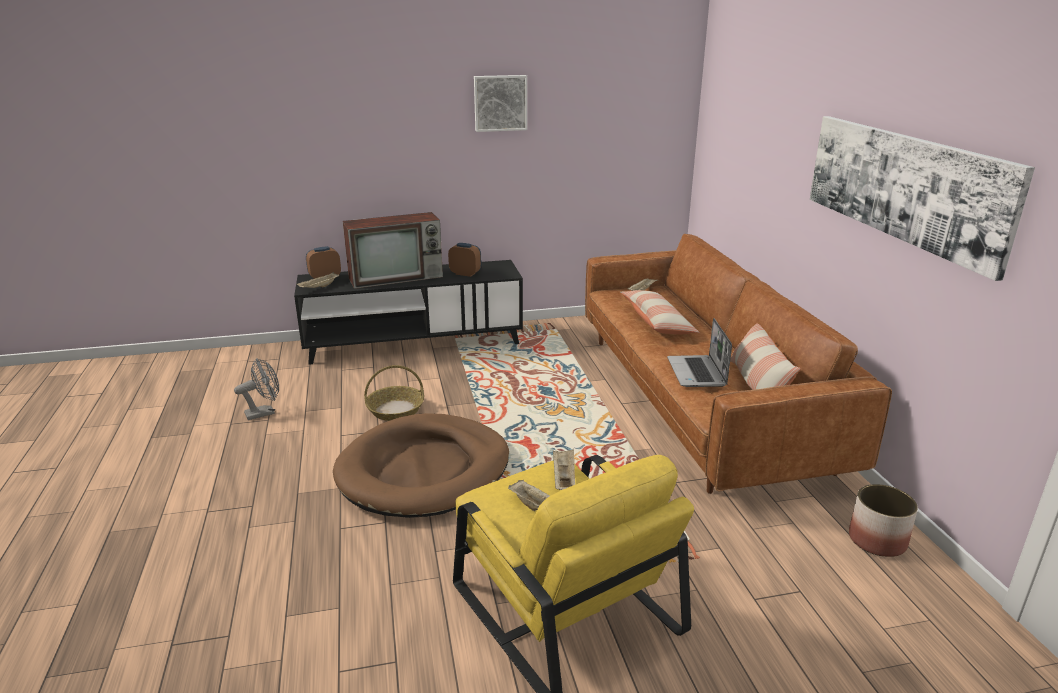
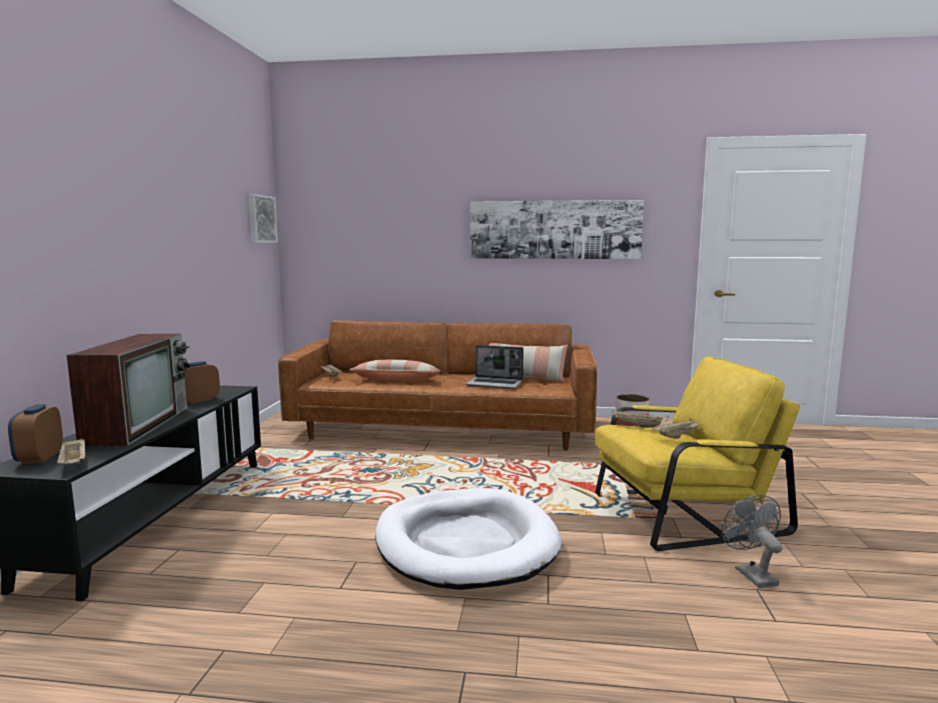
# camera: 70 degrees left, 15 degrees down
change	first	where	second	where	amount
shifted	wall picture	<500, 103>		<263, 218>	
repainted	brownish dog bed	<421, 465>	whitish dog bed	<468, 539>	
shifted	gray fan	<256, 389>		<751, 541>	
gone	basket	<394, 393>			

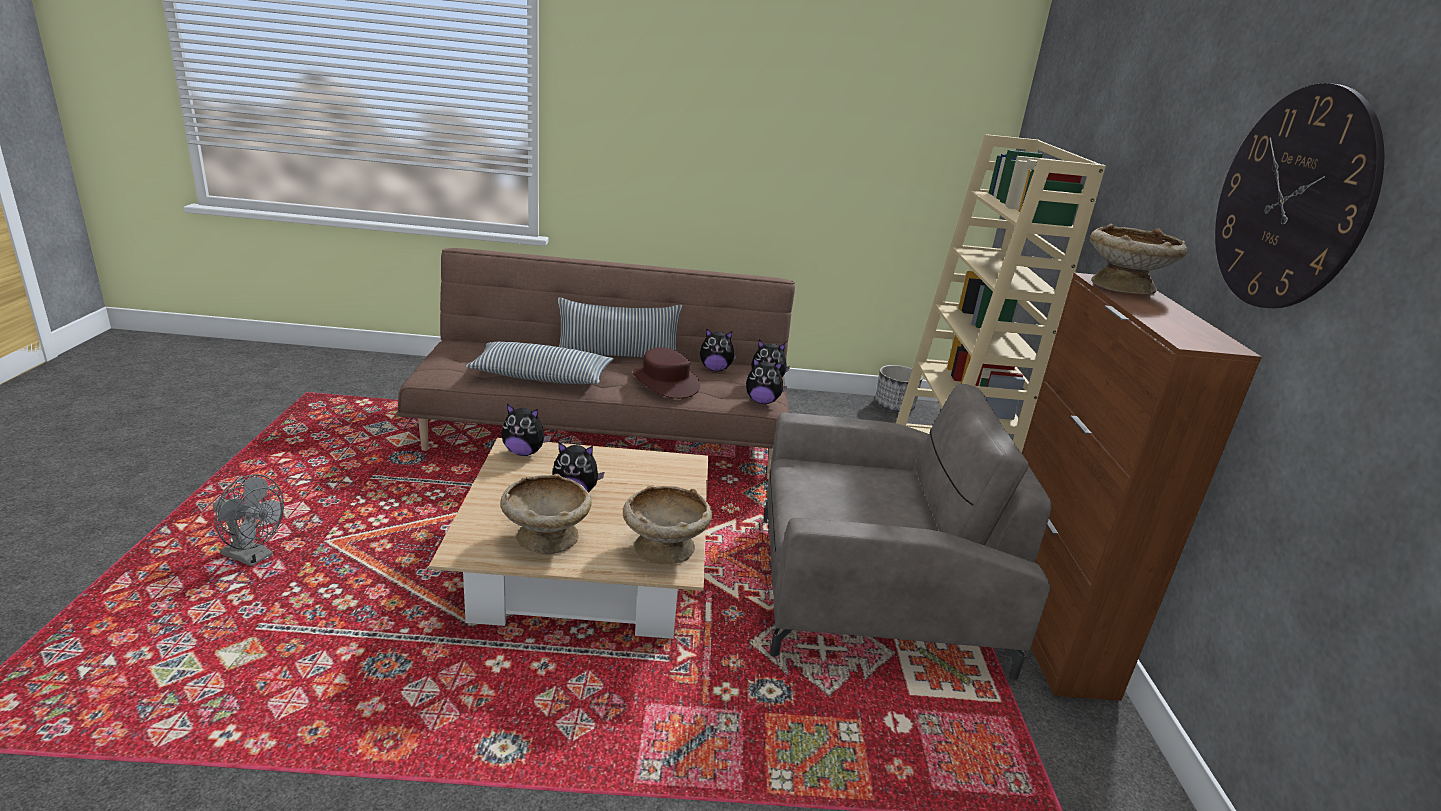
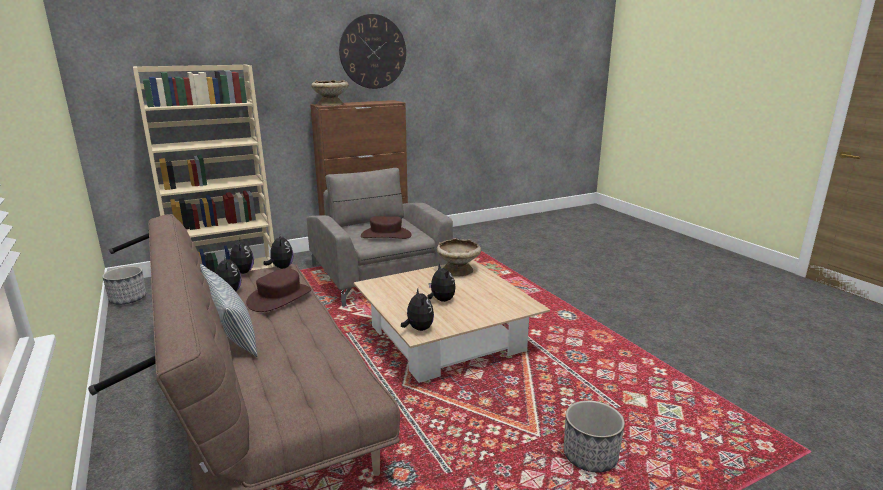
# camera: 115 degrees left, 5 degrees down
change	first	where	second	where	amount
new			brownish clothing hat	<386, 227>	
swapped	gray fan	<248, 520>	planter	<594, 436>	
gone	cushion	<539, 363>			
gone	beige serving bowl	<546, 514>			

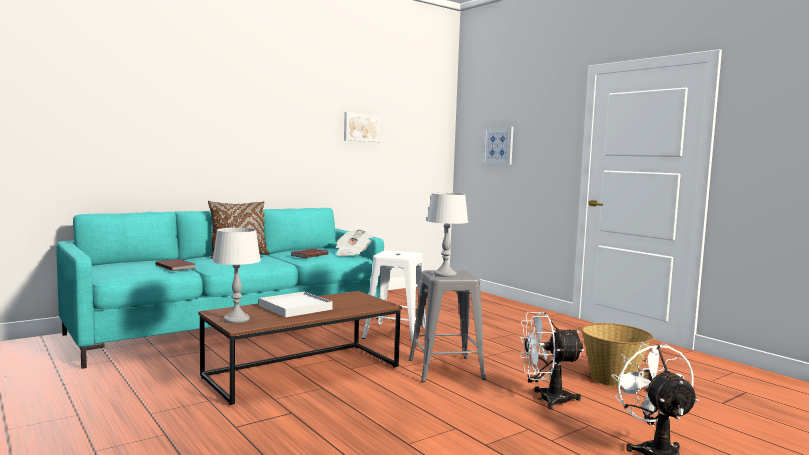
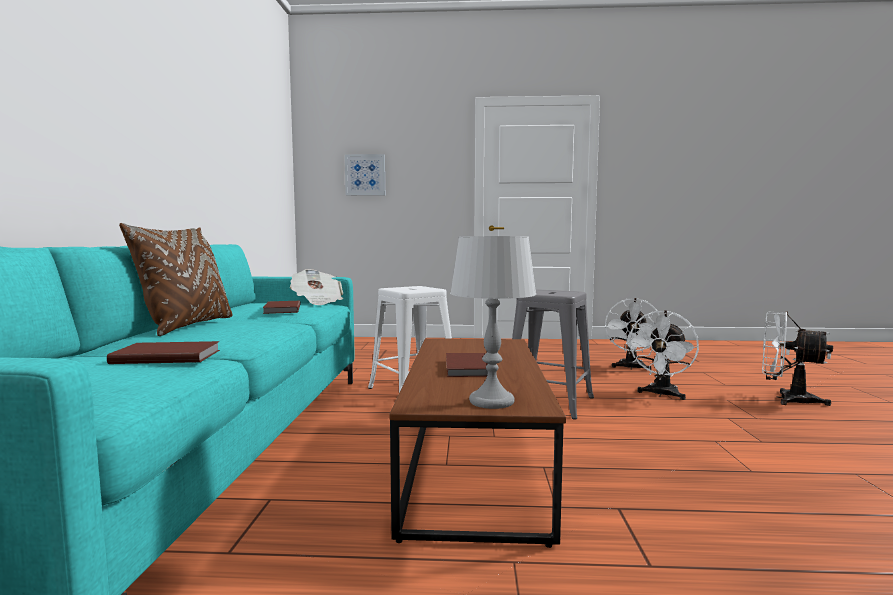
# camera: 50 degrees left, 0 degrees up
change	first	where	second	where	amount
swapped	whitish carrying tray	<296, 304>	brownish volume	<467, 365>	
swapped	basket	<617, 355>	whitish fan	<632, 334>	
gone	wall picture	<362, 127>			
gone	gray tabletop lamp	<447, 235>			

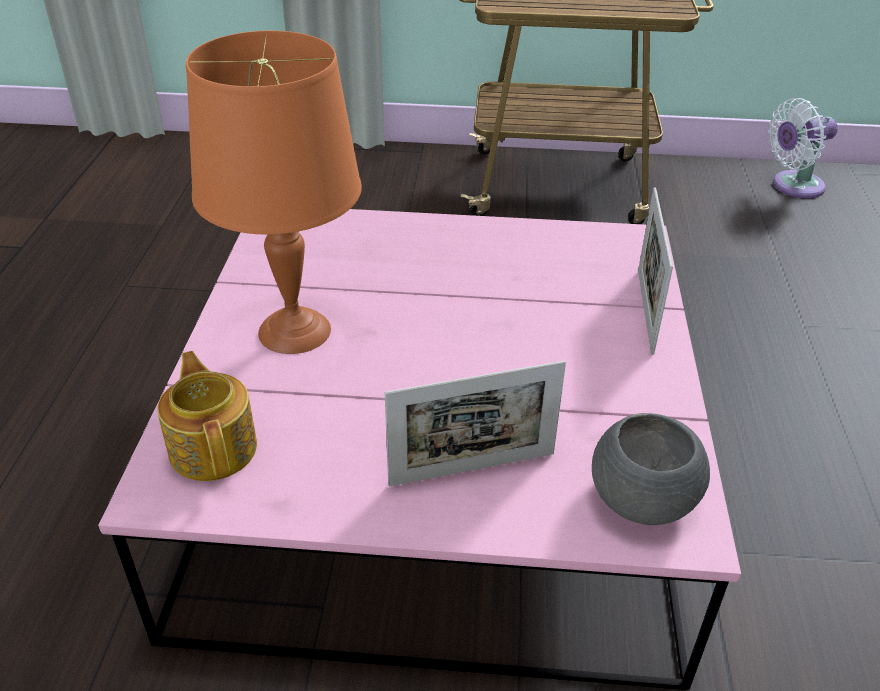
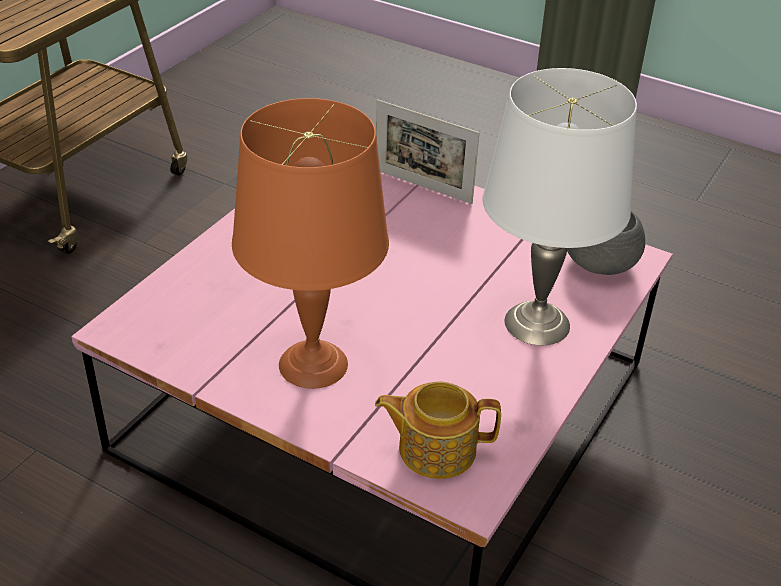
# camera: 65 degrees left, 0 degrees up
change	first	where	second	where	amount
swapped	picture frame	<475, 423>	whitish tabletop lamp	<559, 206>	
gone	whitish fan	<803, 148>			

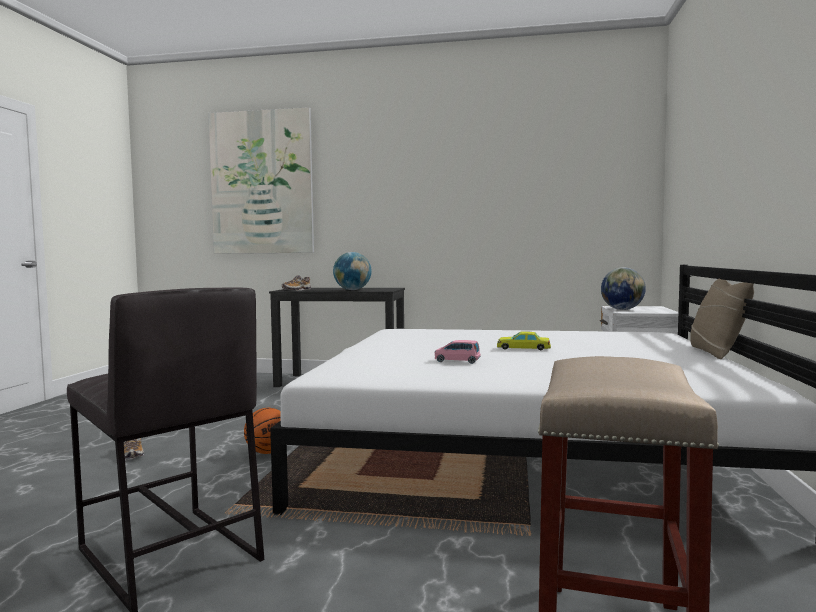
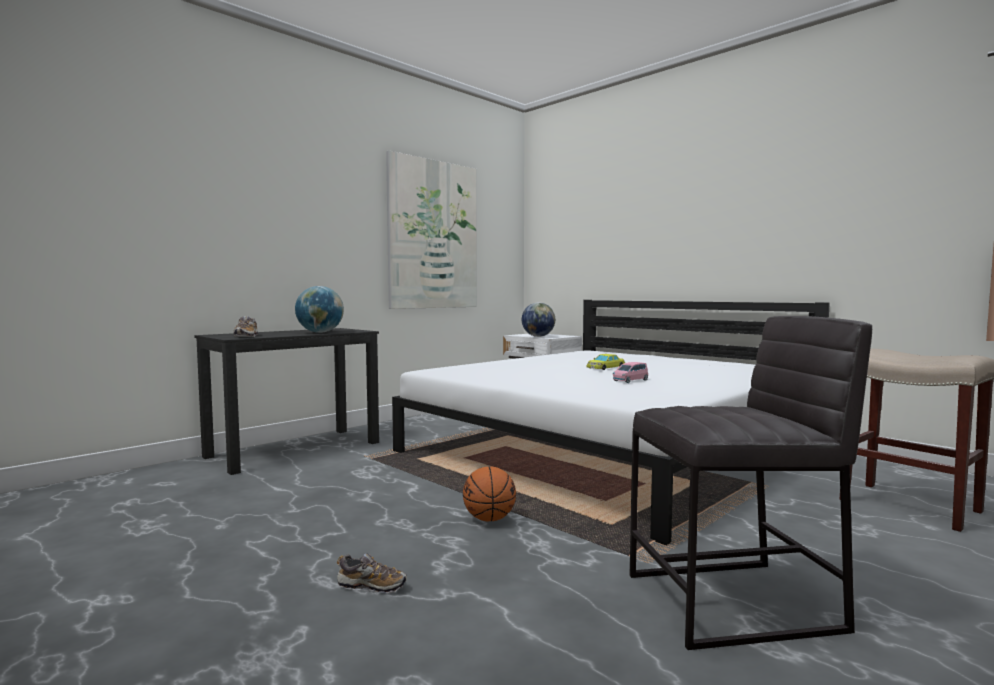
# camera: 55 degrees left, 0 degrees up
change	first	where	second	where	amount
shifted	wall picture	<261, 180>		<431, 230>	
gone	beige cushion	<722, 319>			

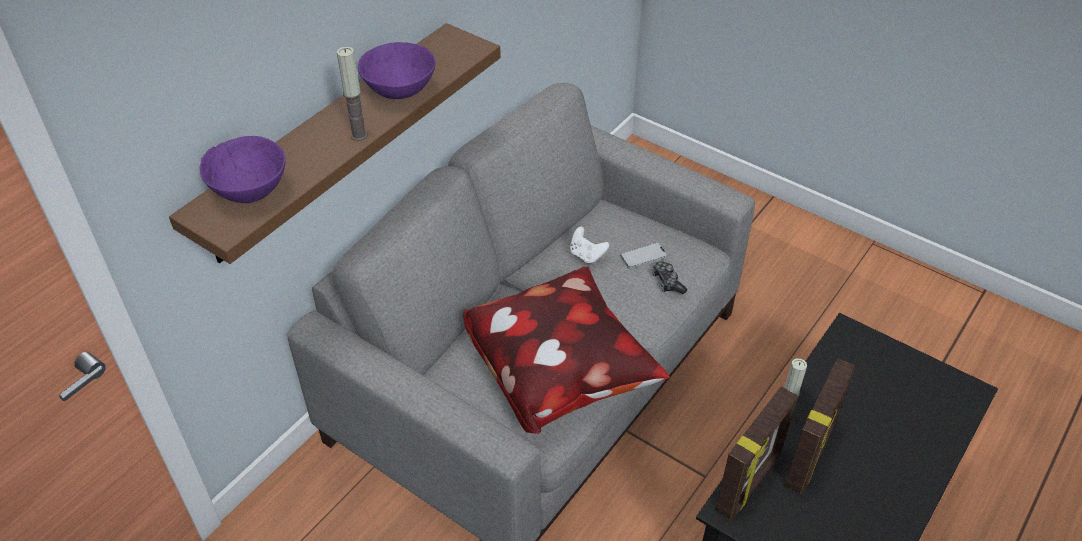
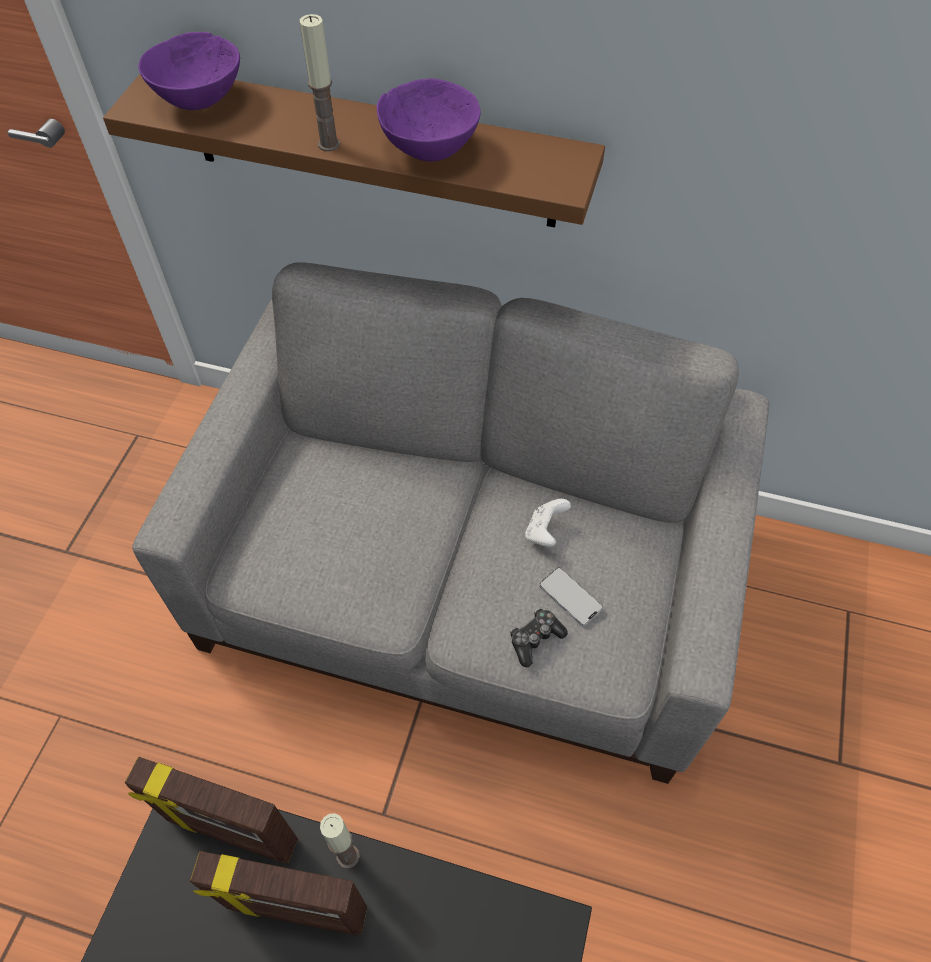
# camera: 70 degrees right, 10 degrees up
change	first	where	second	where	amount
gone	cushion	<566, 350>			

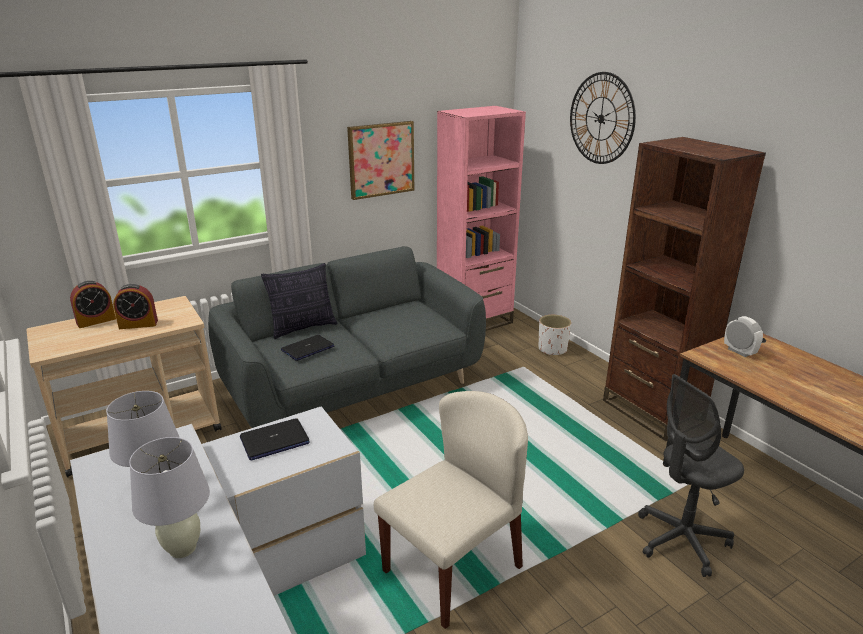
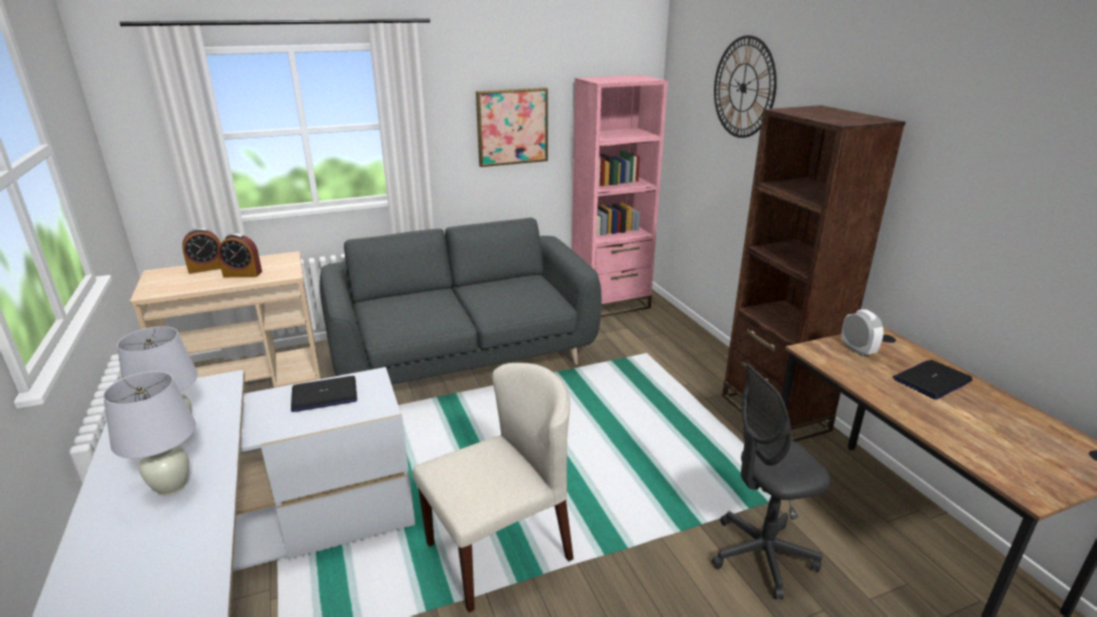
# camera: 10 degrees right, 0 degrees up
change	first	where	second	where	amount
shifted	notebook computer	<307, 348>		<932, 379>	
gone	cushion	<299, 301>			
gone	whitish planter	<554, 335>			

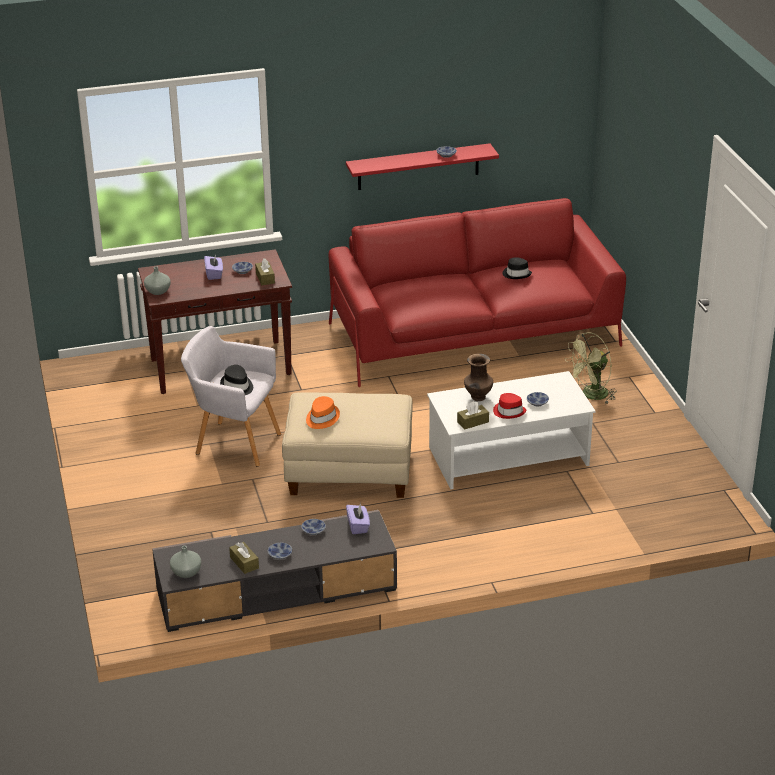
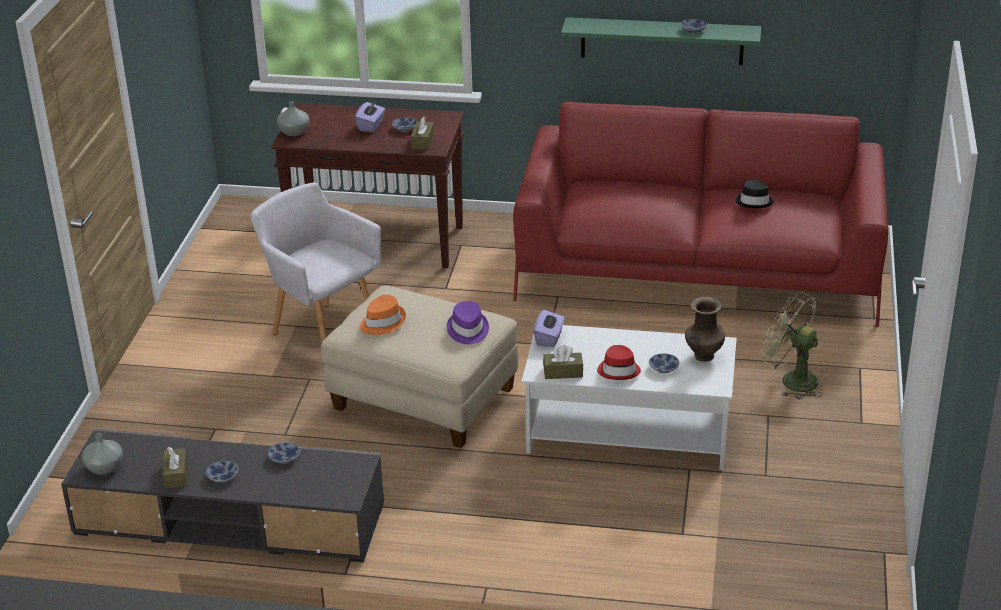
# camera: 25 degrees right, 0 degrees up
change	first	where	second	where	amount
new			purple-coloured clothing hat	<468, 322>	
shifted	purple-coloured tissue holder	<358, 518>		<549, 328>	
repainted	red bracket shelf	<422, 166>	green-coloured bracket shelf	<661, 41>	
shifted	brownish decorative vase	<478, 377>		<705, 329>	
rotated	green-coloured fan	<590, 368>		<791, 346>	45 degrees clockwise
gone	black clothing hat	<236, 380>			

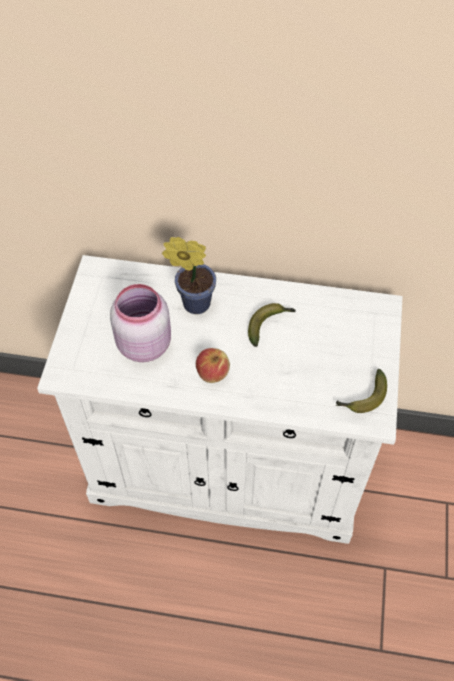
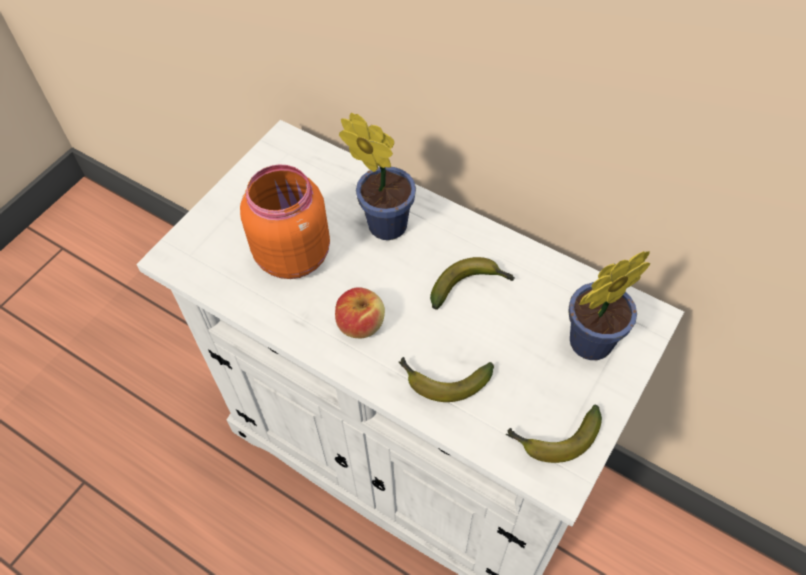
# camera: 25 degrees right, 0 degrees up
change	first	where	second	where	amount
repainted	pink-coloured jar	<140, 323>	orangey jar	<285, 221>	
new			whole banana	<446, 379>	
new			potted plant	<609, 305>	

